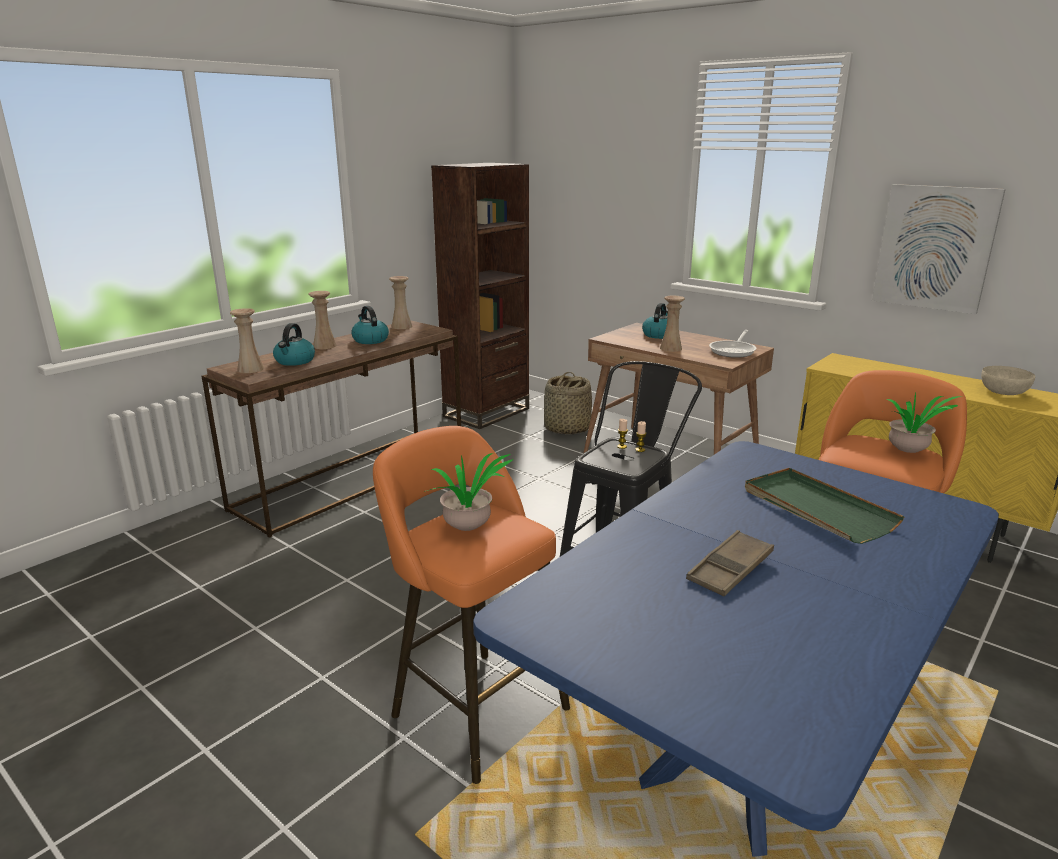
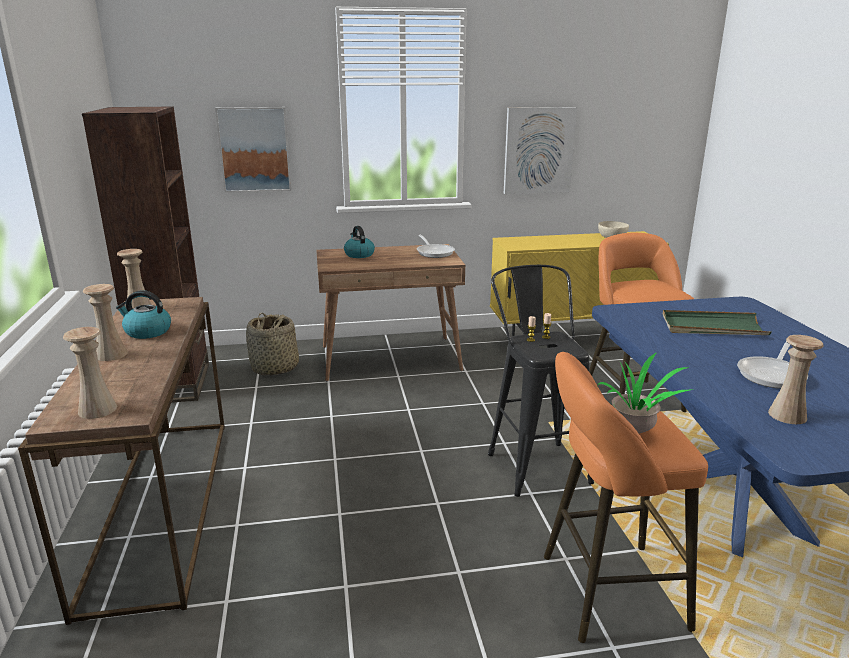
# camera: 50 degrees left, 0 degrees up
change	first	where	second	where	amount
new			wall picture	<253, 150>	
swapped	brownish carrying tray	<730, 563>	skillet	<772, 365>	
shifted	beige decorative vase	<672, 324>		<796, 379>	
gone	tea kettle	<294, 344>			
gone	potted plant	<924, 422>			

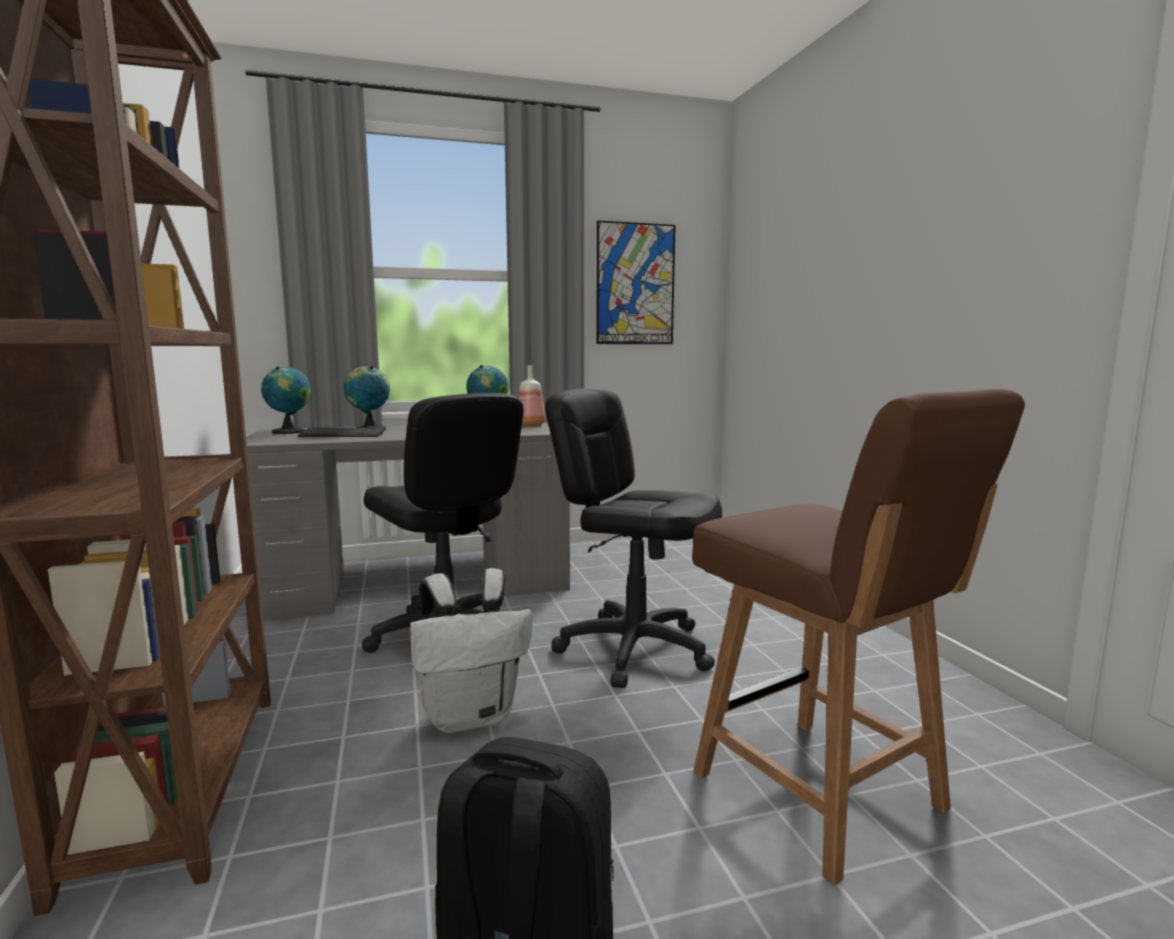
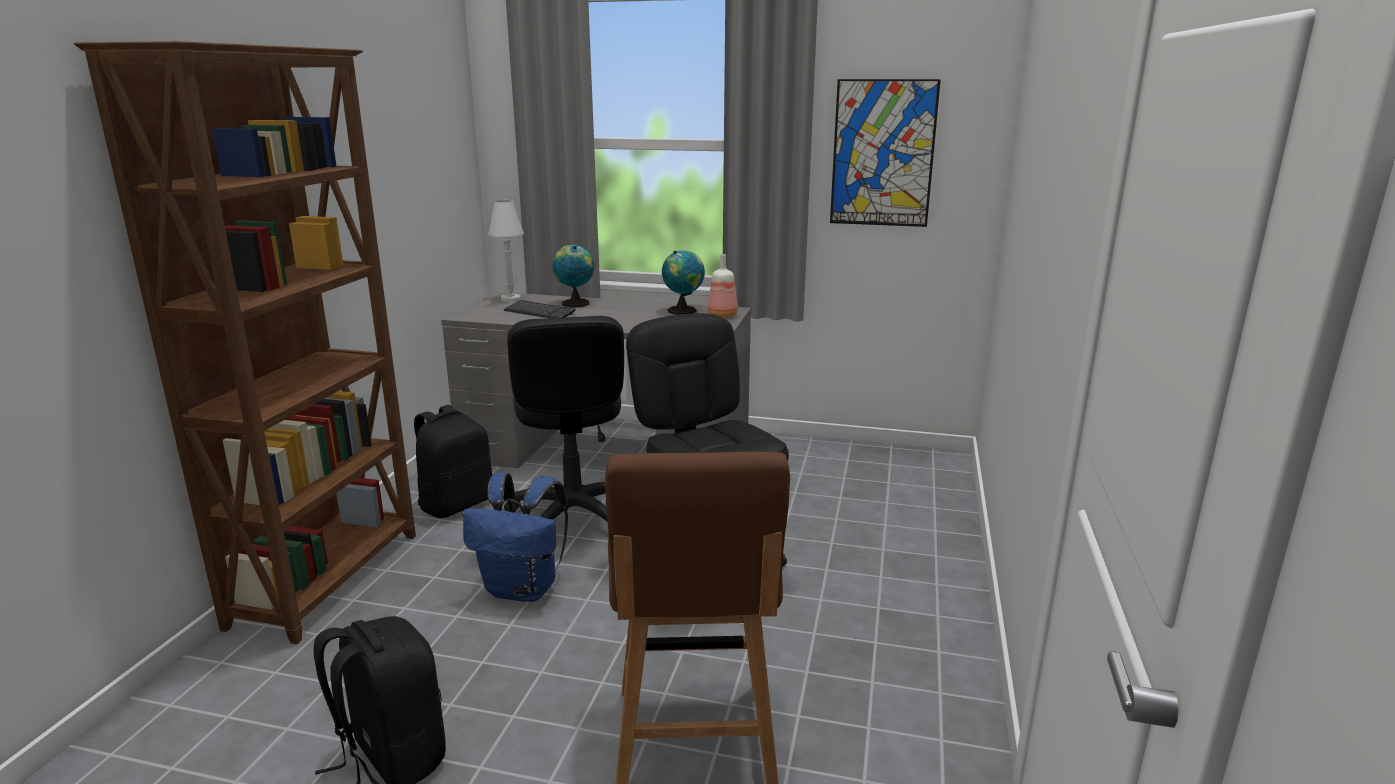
# camera: 30 degrees right, 10 degrees up
change	first	where	second	where	amount
new			black rucksack	<453, 461>	
repainted	whitish rucksack	<471, 650>	blue-coloured rucksack	<515, 537>	
swapped	desk globe	<286, 400>	whitish tabletop lamp	<506, 251>	

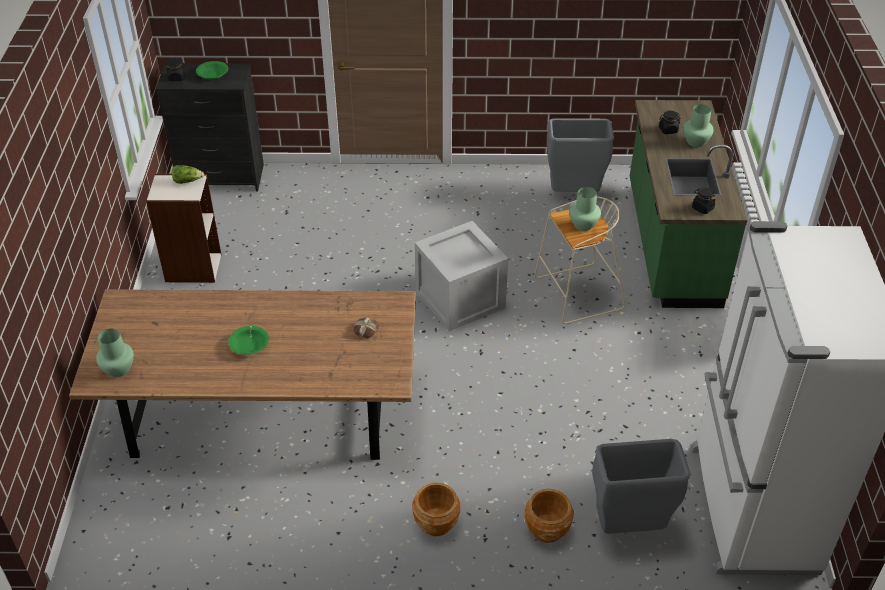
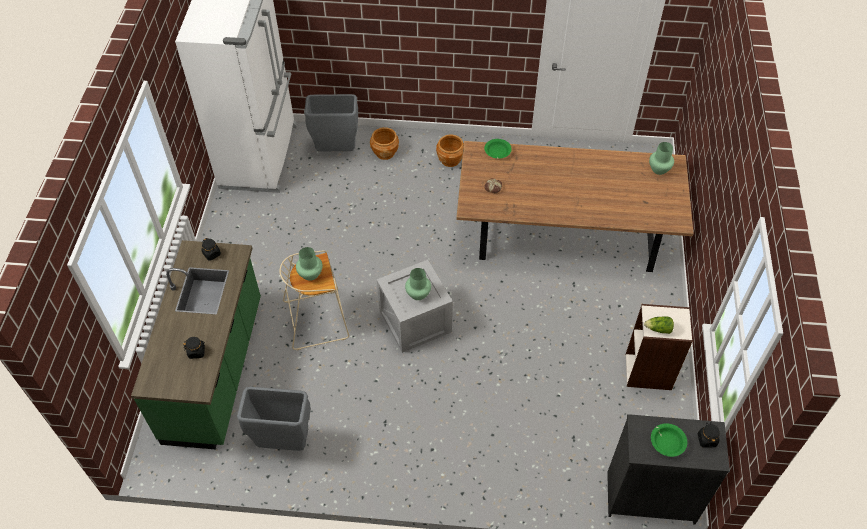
# camera: 175 degrees left, 10 degrees up
change	first	where	second	where	amount
shifted	green-coloured decorative vase	<698, 125>		<418, 284>	
shifted	green-coloured serving bowl	<248, 340>		<498, 149>	

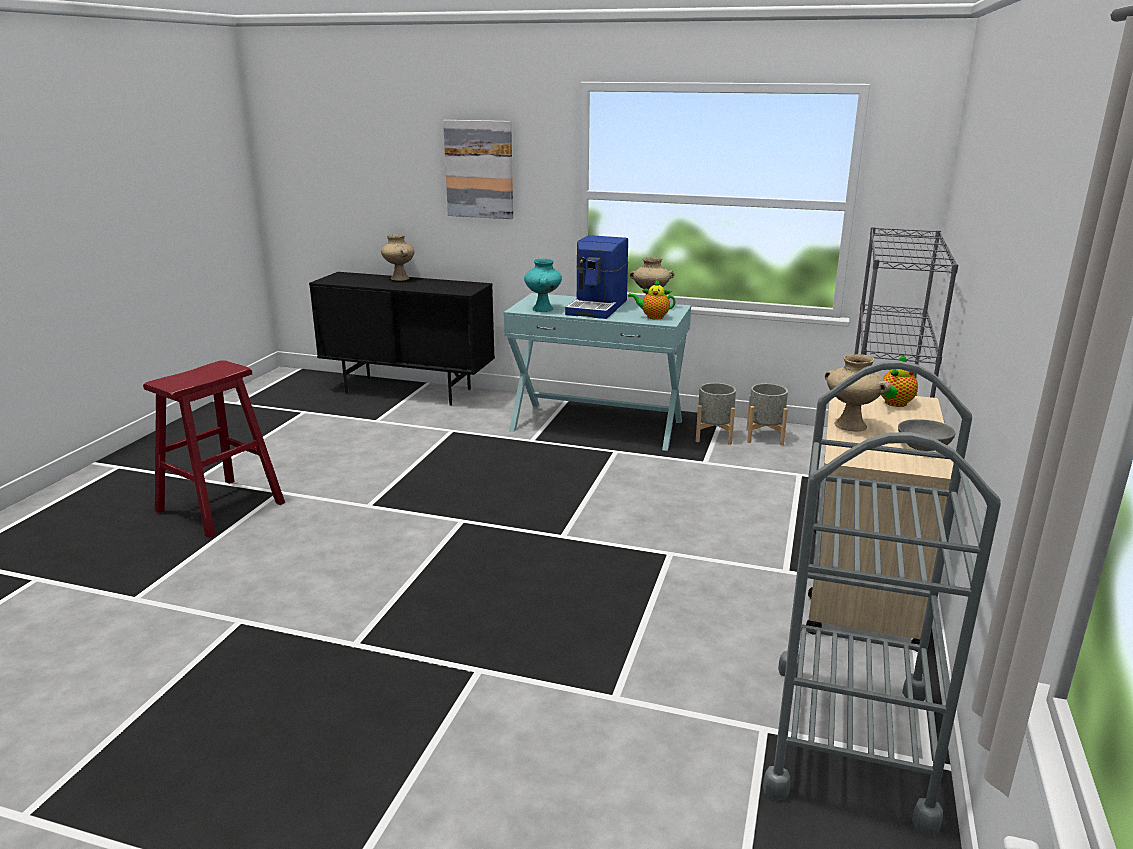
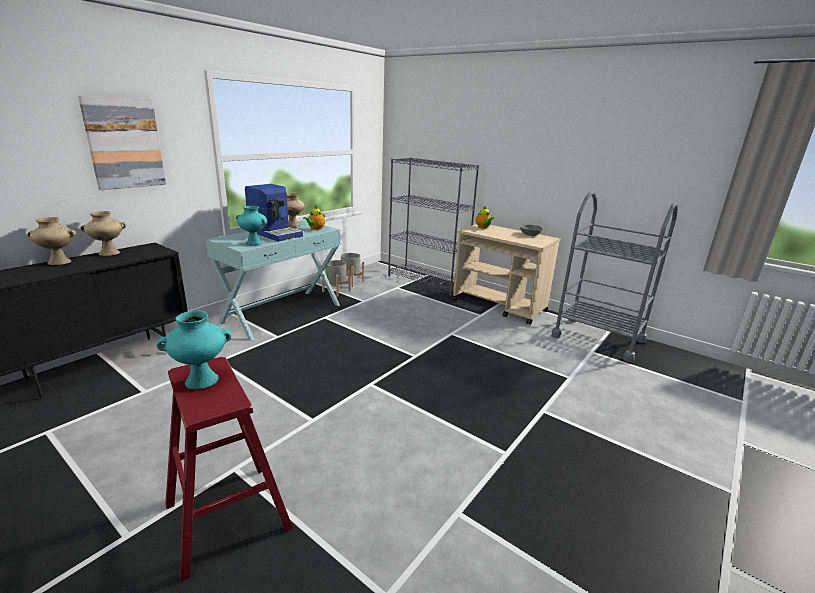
# camera: 70 degrees left, 0 degrees up
change	first	where	second	where	amount
shifted	beige decorative vase	<858, 392>		<103, 233>	
new			turquoise decorative vase	<194, 350>	

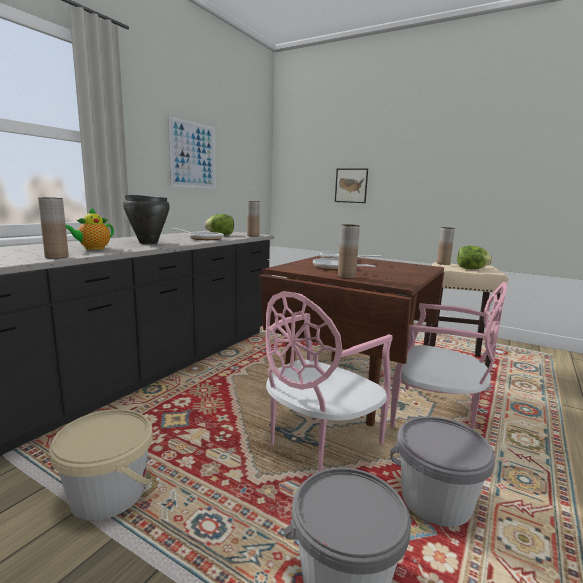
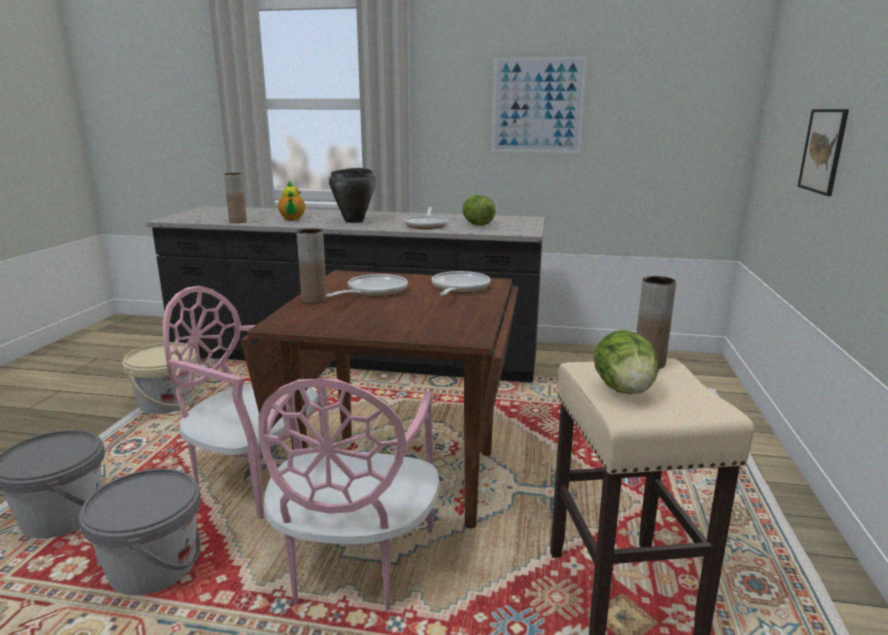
# camera: 70 degrees right, 5 degrees up
change	first	where	second	where	amount
rotated	tea pot	<90, 229>		<291, 200>	120 degrees counterclockwise
gone	brownish decorative vase	<253, 219>			

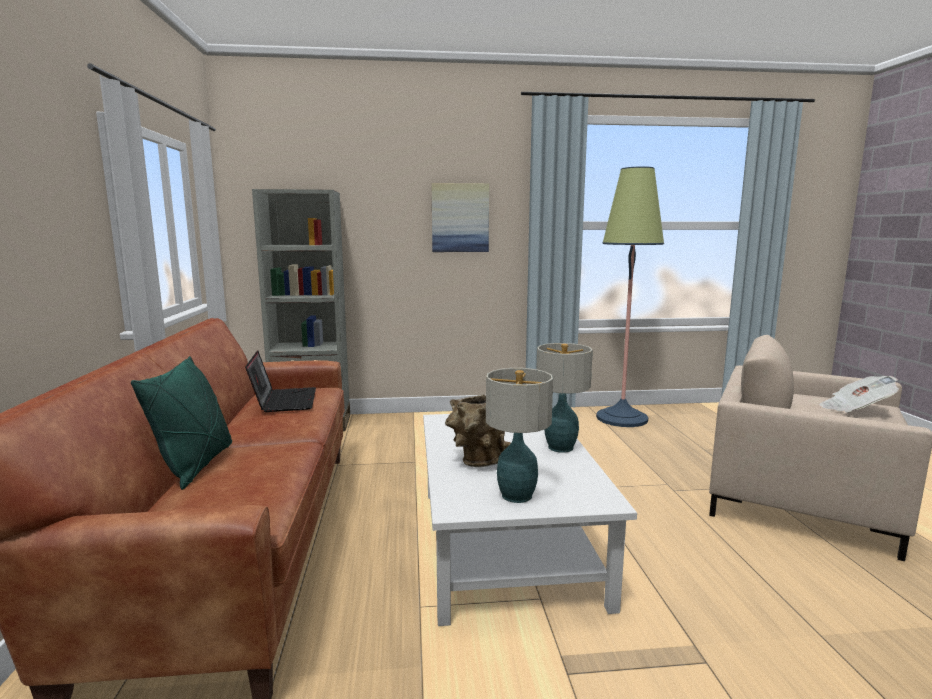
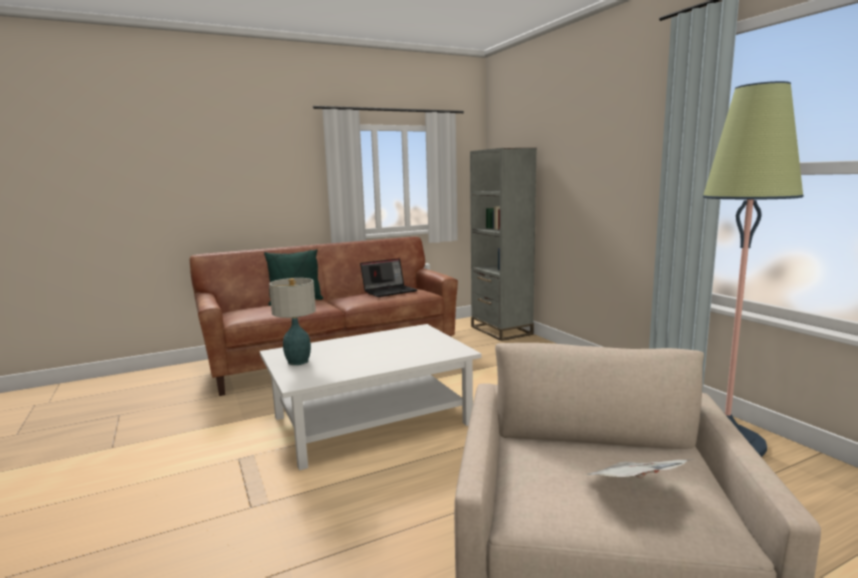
# camera: 70 degrees right, 0 degrees up
change	first	where	second	where	amount
gone	wall picture	<460, 217>			
gone	brownish decorative vase	<478, 431>			
gone	tabletop lamp	<564, 398>			

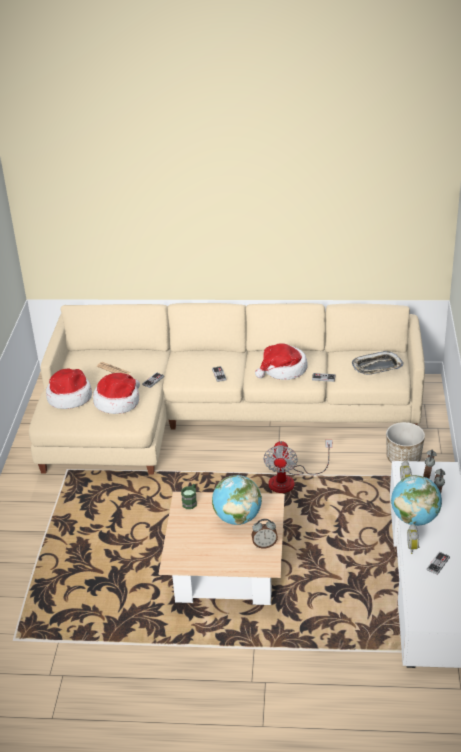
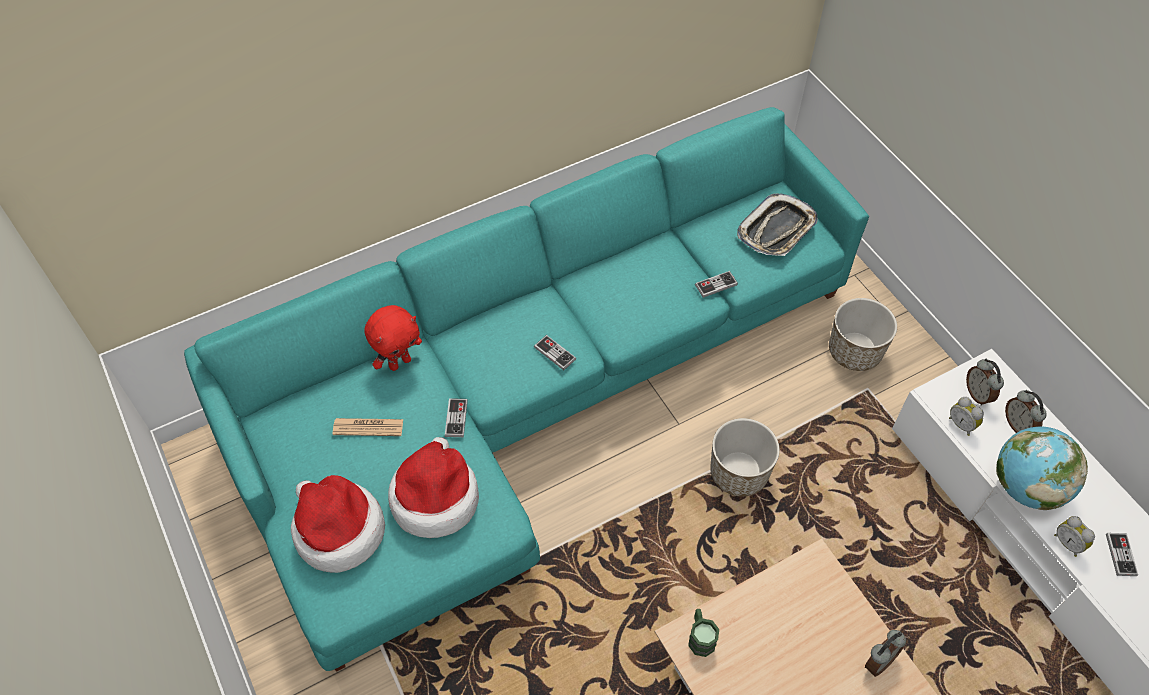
# camera: 35 degrees left, 20 degrees up
change	first	where	second	where	amount
repainted	beige settee	<227, 388>	turquoise settee	<526, 389>	
new			red soft toy	<393, 338>	
swapped	fan	<297, 466>	planter	<745, 457>	
gone	desk globe	<237, 500>			
gone	clothing hat	<281, 361>			

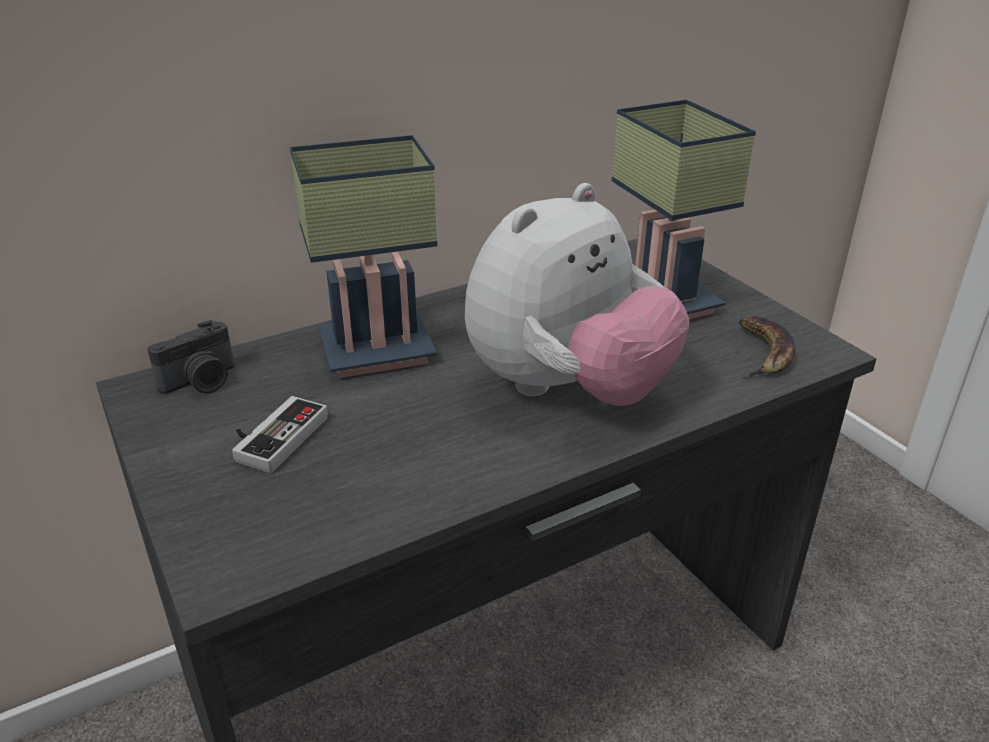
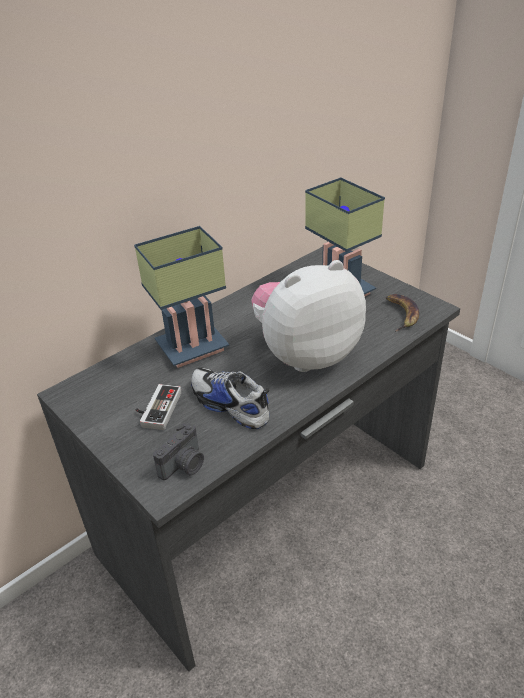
# camera: 10 degrees left, 5 degrees up
change	first	where	second	where	amount
shifted	still camera	<191, 357>		<178, 451>	
new			shoe	<230, 398>	
rotated	soft toy	<577, 294>		<308, 316>	150 degrees counterclockwise

